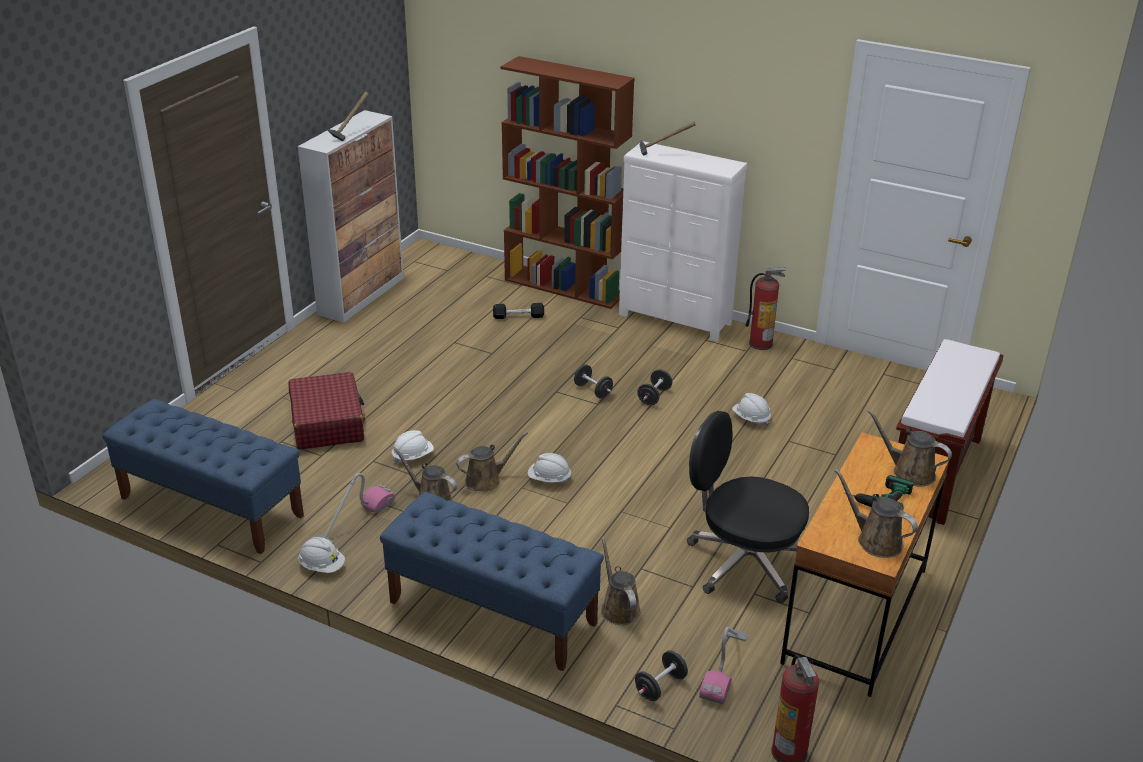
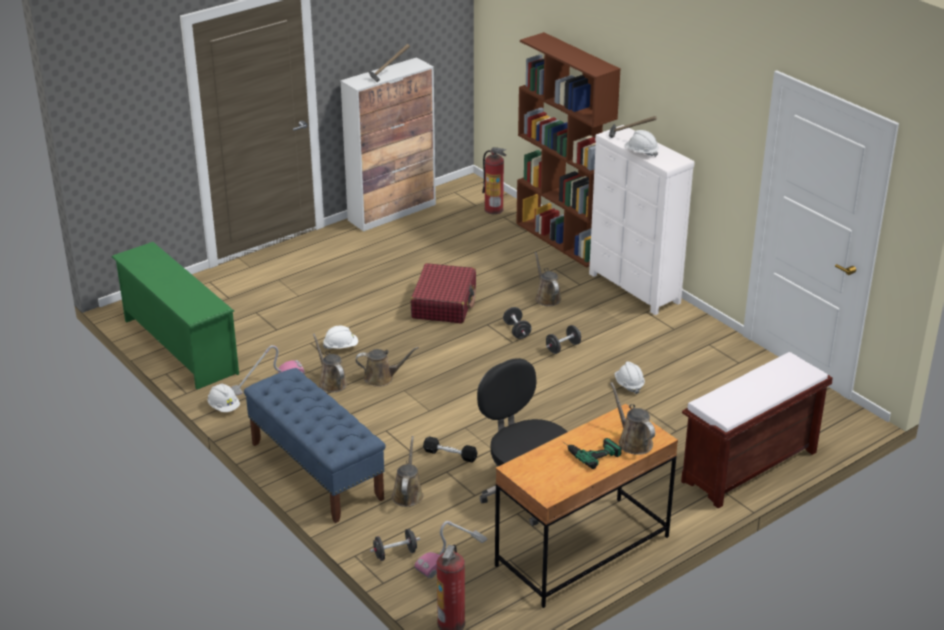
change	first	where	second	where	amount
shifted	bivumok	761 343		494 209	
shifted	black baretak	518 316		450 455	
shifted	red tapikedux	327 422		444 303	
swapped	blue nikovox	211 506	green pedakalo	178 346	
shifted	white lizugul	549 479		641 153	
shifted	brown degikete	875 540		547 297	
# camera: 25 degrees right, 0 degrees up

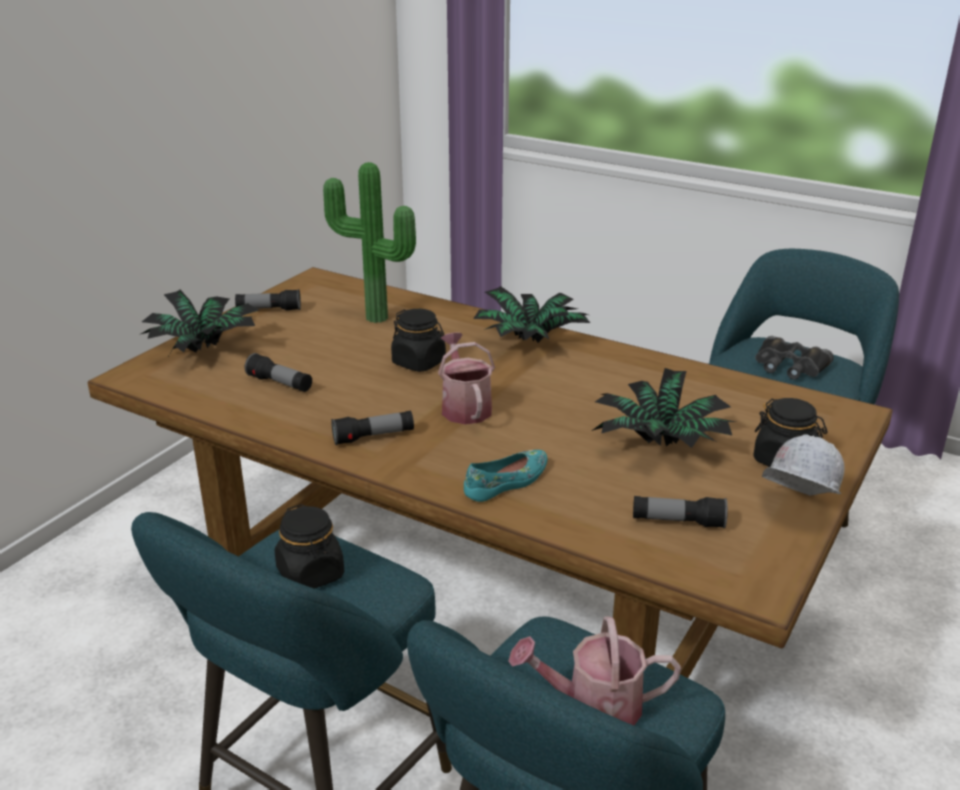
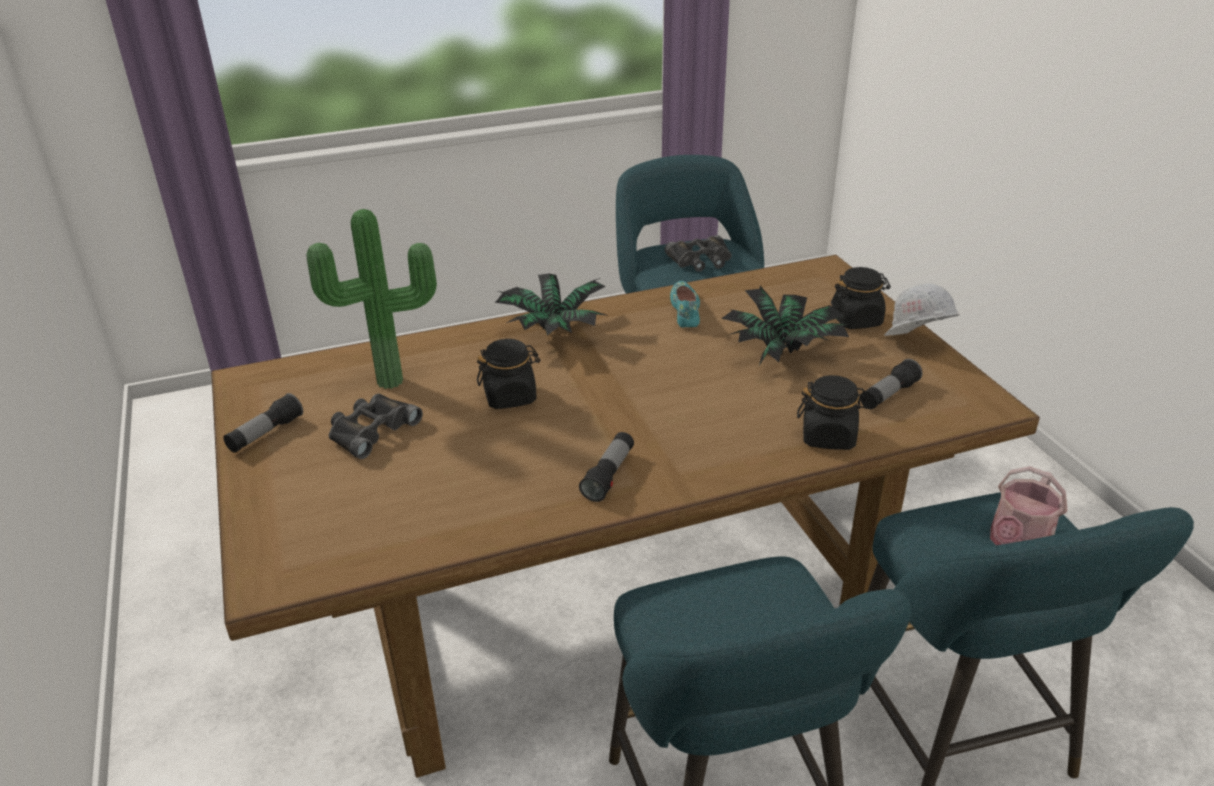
change	first	where	second	where	amount
gone	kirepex	205 349			
gone	degikete	464 407			
gone	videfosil	280 384			
shifted	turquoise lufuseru	507 482		686 310	
shifted	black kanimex	311 574		829 436	
new			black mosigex	371 430	
# camera: 50 degrees left, 5 degrees up

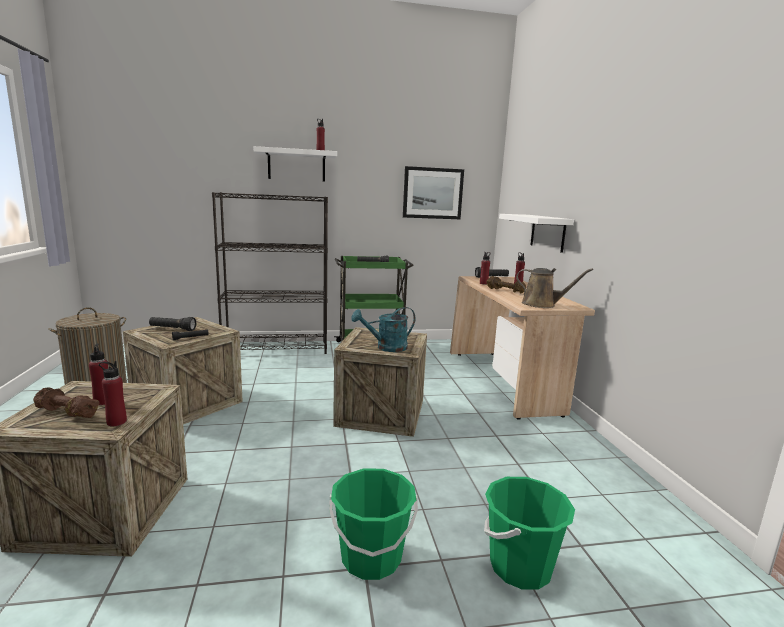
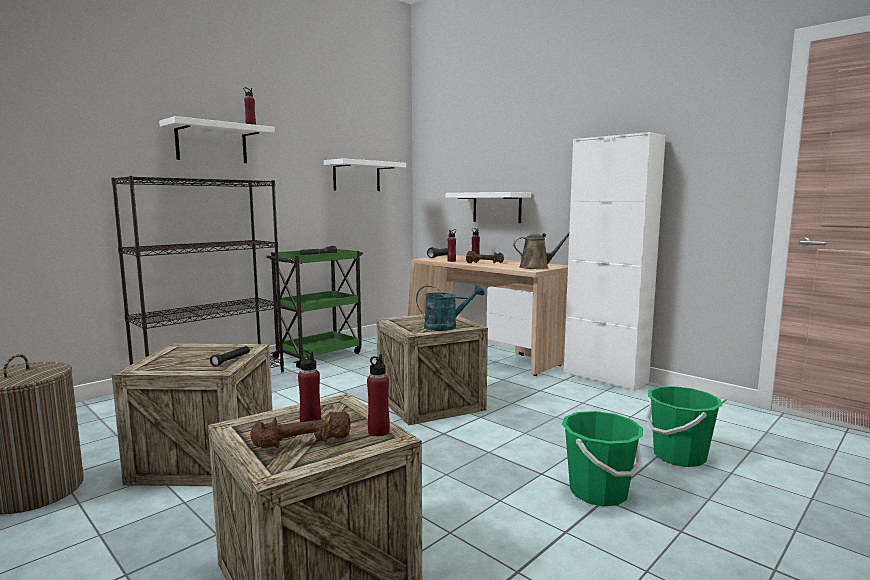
change	first	where	second	where	amount
swapped	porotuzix	432 193	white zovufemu	356 176	
rotated	turquoise degikete	386 348		446 326	135 degrees counterclockwise
gone	black videfosil	172 329			
new			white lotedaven	605 377	
# camera: 35 degrees left, 5 degrees down

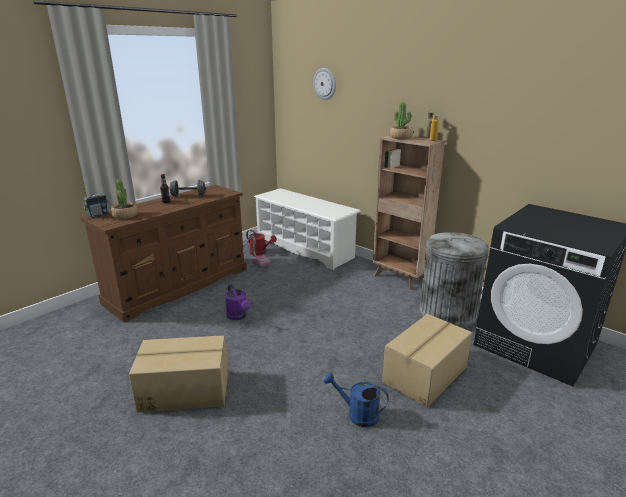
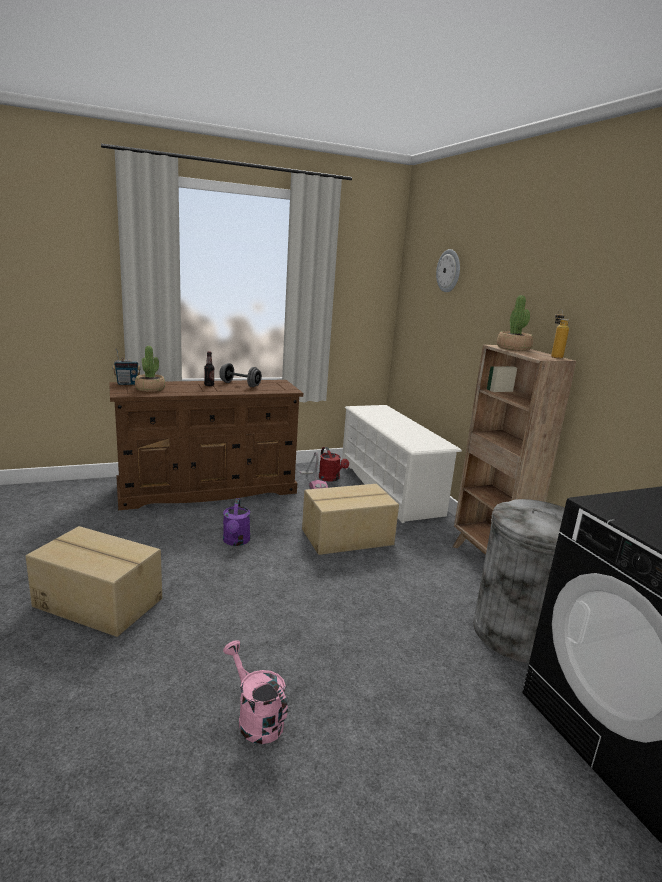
change	first	where	second	where	amount
shifted	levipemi	426 375		348 537	
repainted	blue degikete	357 414	pink degikete	255 718	
# camera: 25 degrees right, 5 degrees down

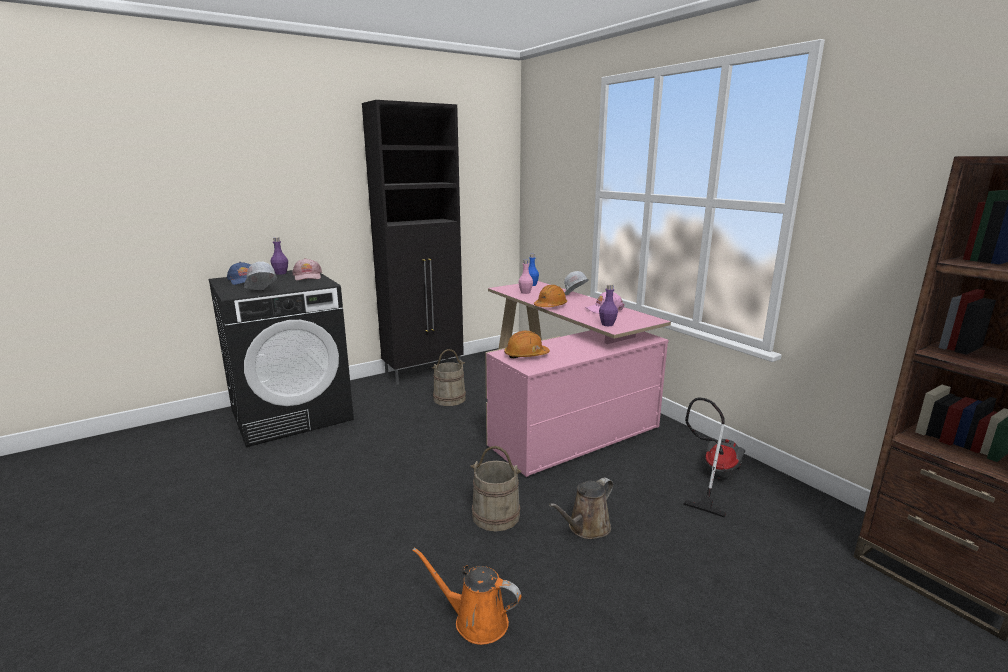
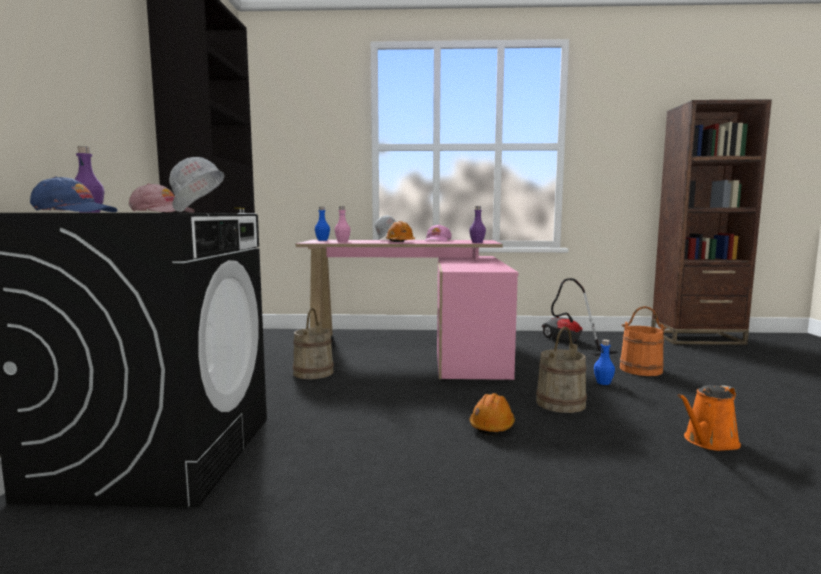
change	first	where	second	where	amount
shifted	orange lizugul	526 355		492 425	
swapped	brown degikete	586 528	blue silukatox	603 383	
new			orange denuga	640 369	
# camera: 55 degrees left, 10 degrees down

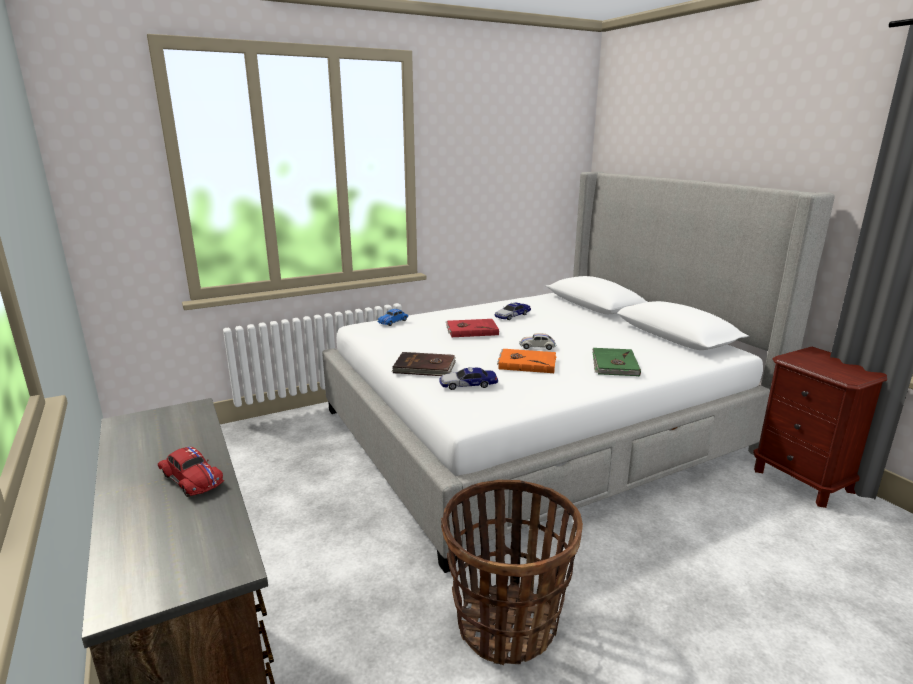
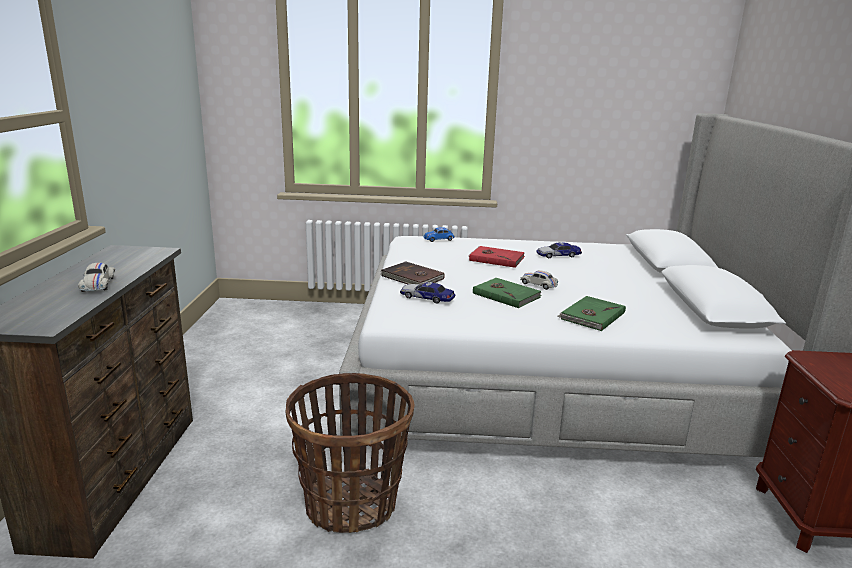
change	first	where	second	where	amount
repainted	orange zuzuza	527 363	green zuzuza	506 295	
repainted	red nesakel	192 479	white nesakel	98 285	
# camera: 30 degrees right, 0 degrees up

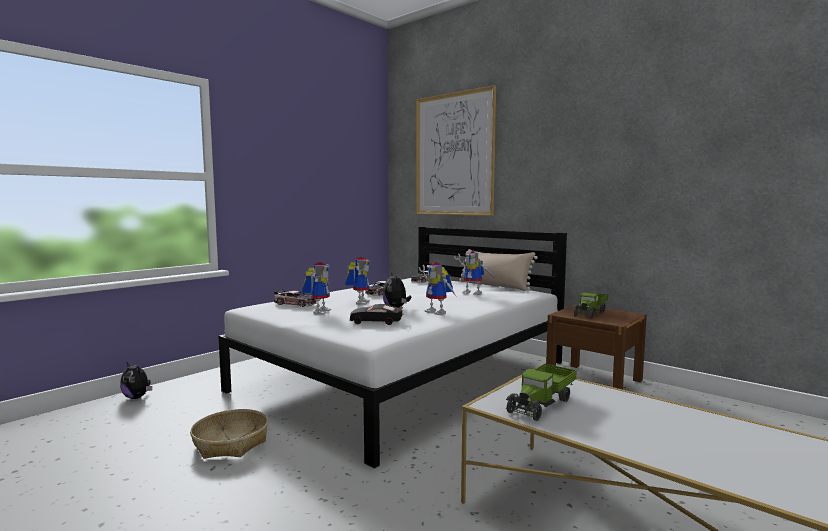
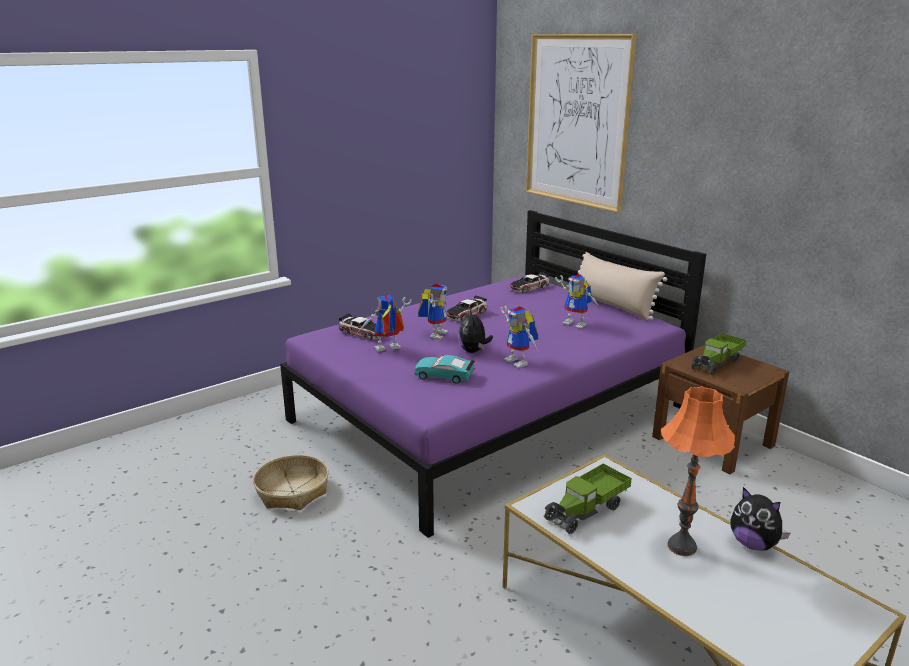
change	first	where	second	where	amount
repainted	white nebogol	405 376	purple nebogol	489 414	
rotated	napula	319 311		386 350	135 degrees counterclockwise
repainted	black nesakel	376 321	turquoise nesakel	444 375	
shifted	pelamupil	137 397		753 544	
new			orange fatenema	682 546	
# camera: 10 degrees right, 15 degrees up

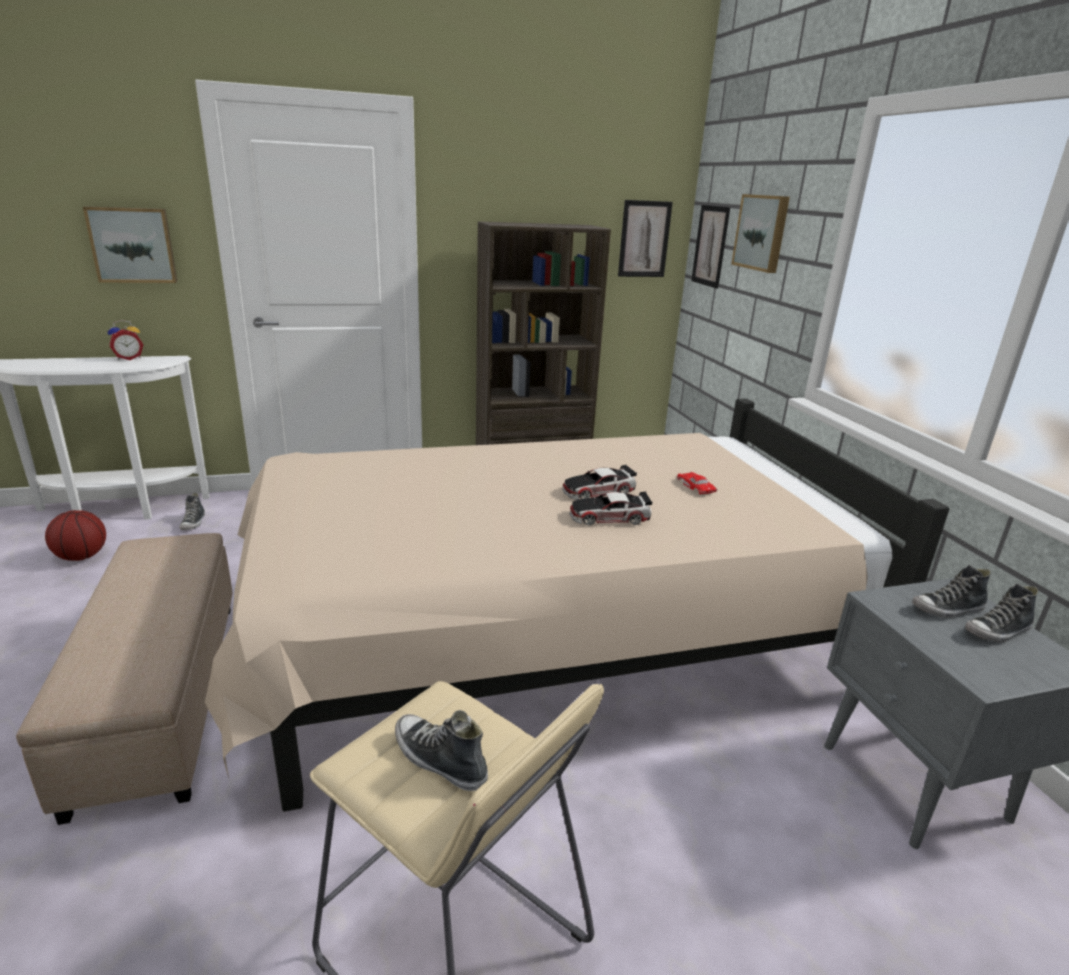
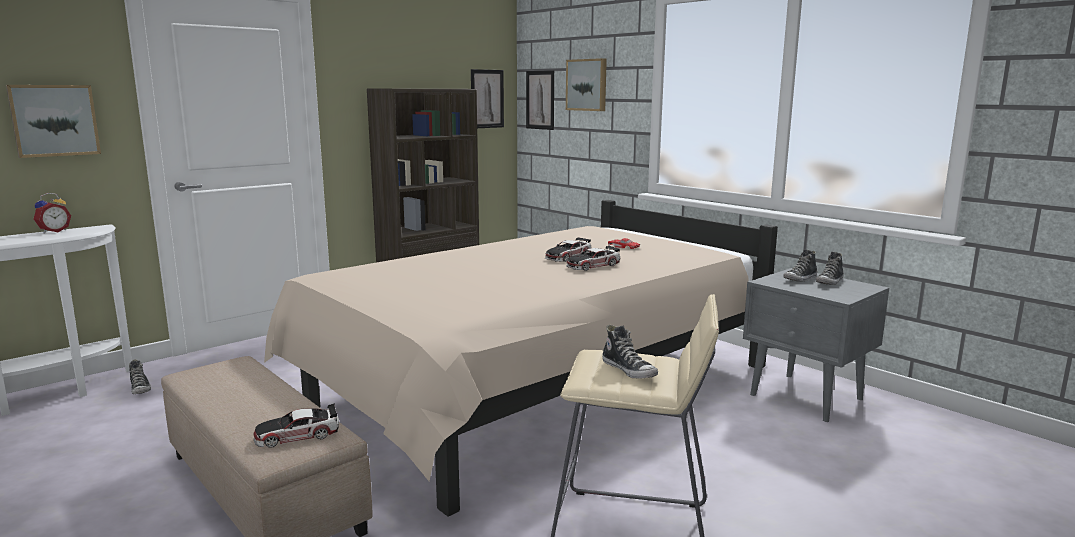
change	first	where	second	where	amount
gone	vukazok	81 557			
rotated	lufuseru	439 760		629 370	135 degrees counterclockwise
new			nesakel	297 435	
# camera: 25 degrees left, 10 degrees down

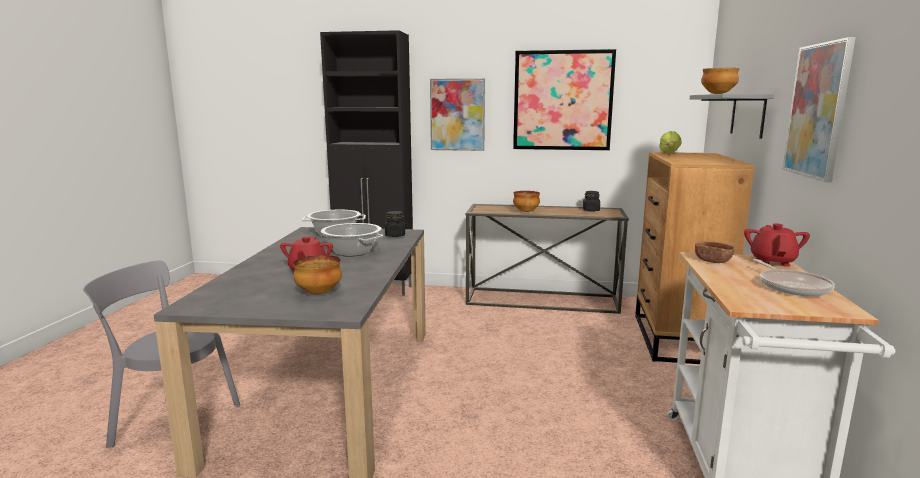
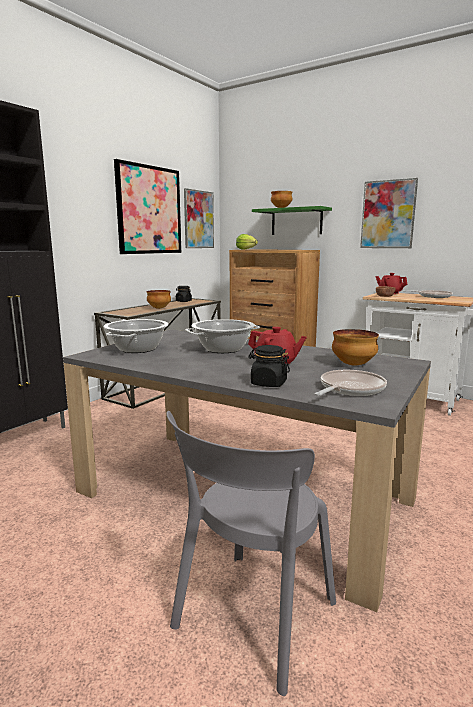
change	first	where	second	where	amount
shifted	porotuzix	457 114		198 219	
repainted	grey zovufemu	748 115	green zovufemu	296 221	
shifted	black kanimex	395 235		268 383	
new			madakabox	349 389	
# camera: 65 degrees left, 0 degrees up

